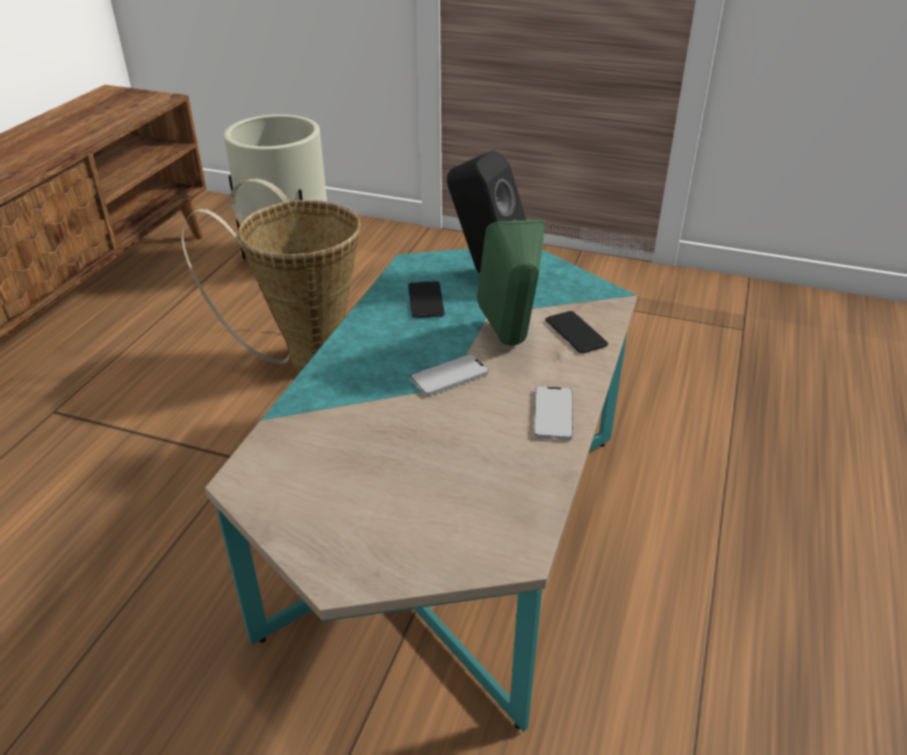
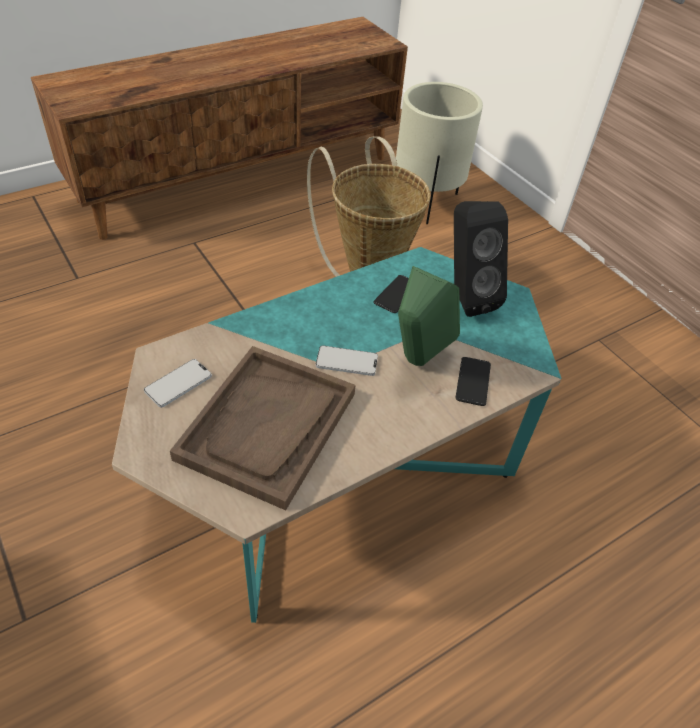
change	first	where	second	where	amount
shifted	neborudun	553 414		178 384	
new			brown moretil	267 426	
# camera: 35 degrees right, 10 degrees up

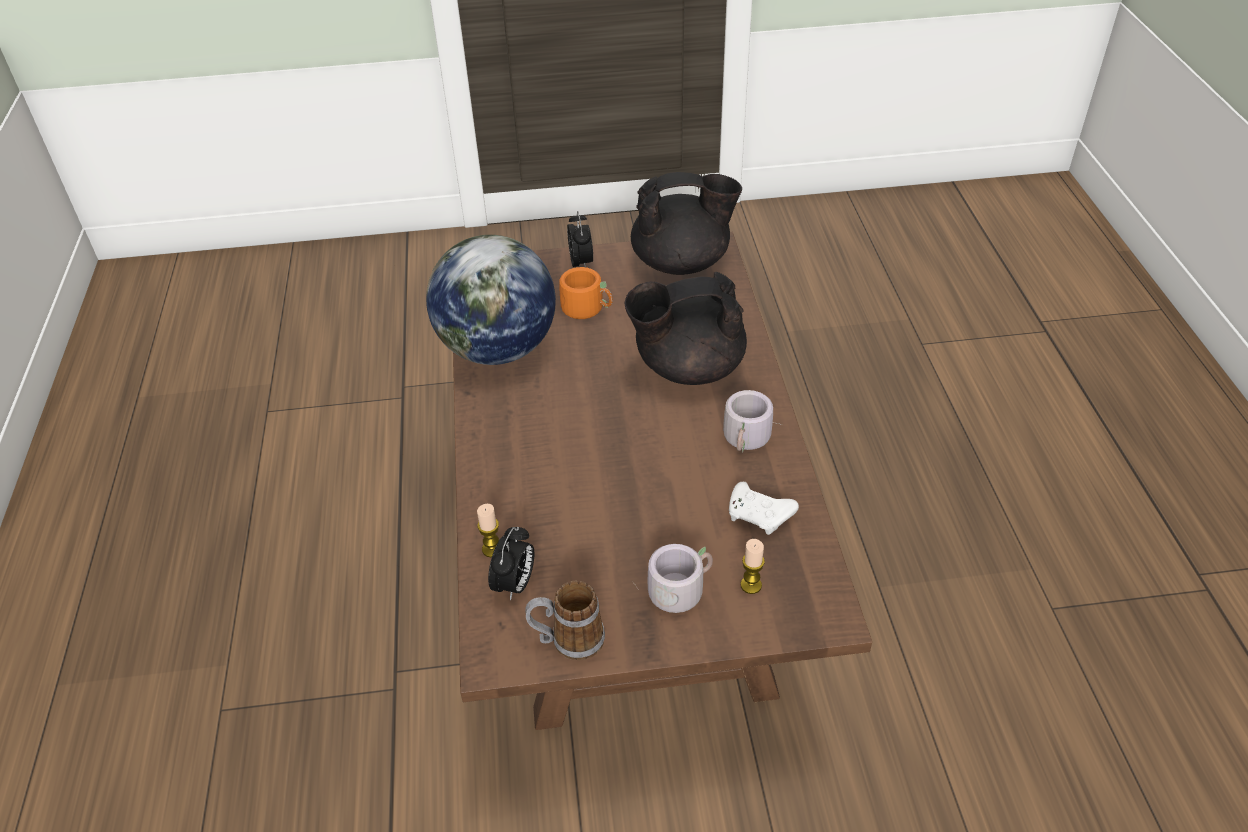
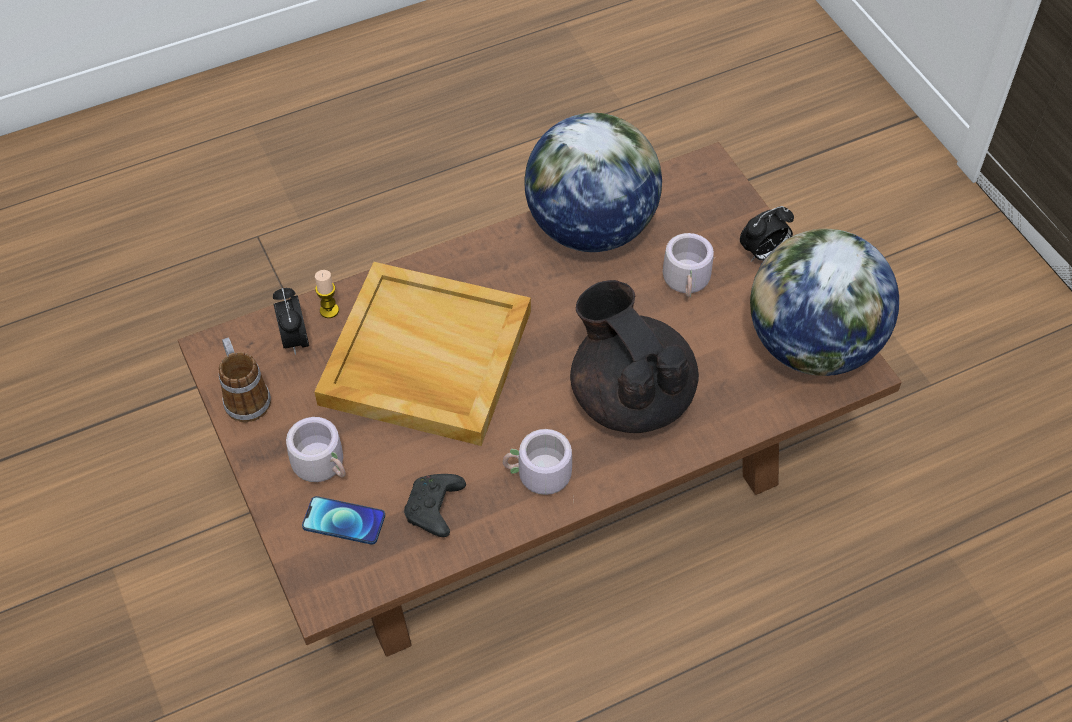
change	first	where	second	where	amount
swapped	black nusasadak	682 262	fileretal	812 346	
repainted	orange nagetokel	588 308	grey nagetokel	689 282	
repainted	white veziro	760 516	black veziro	435 510	
rotated	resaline	515 584		294 340	75 degrees clockwise
swapped	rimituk	751 585	neborudun	344 521	
new			beige moretil	424 358	
# camera: 70 degrees right, 10 degrees up

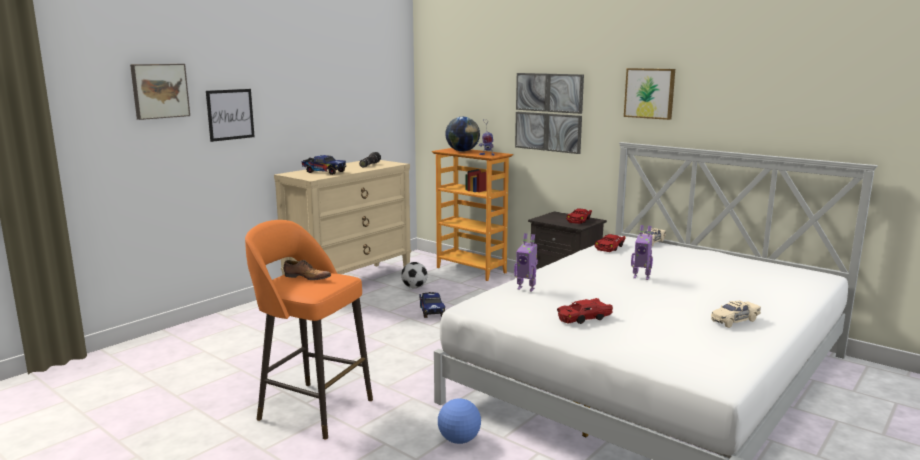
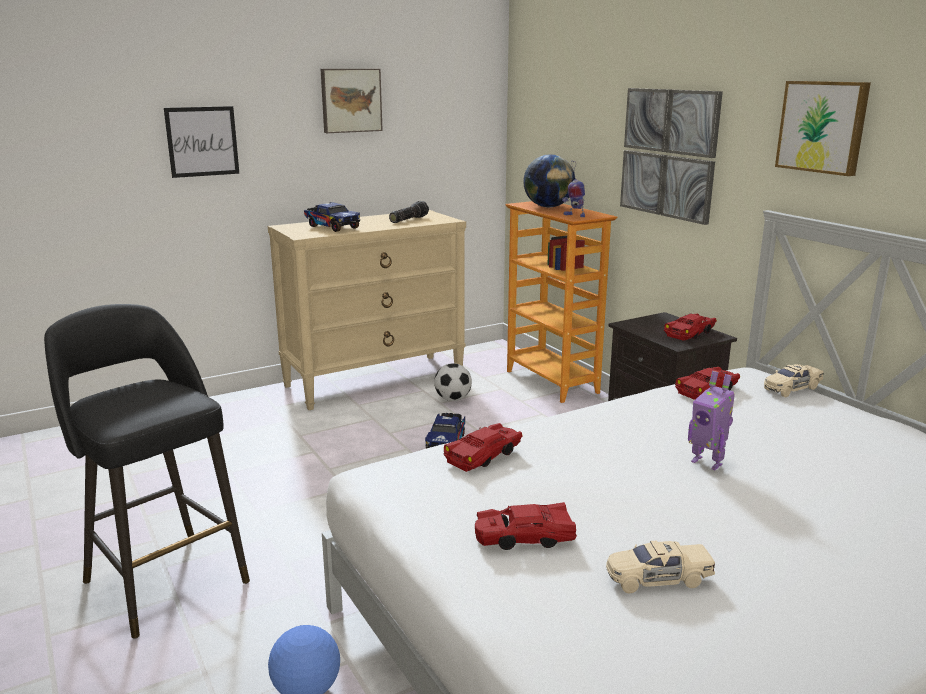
change	first	where	second	where	amount
shifted	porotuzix	159 91		350 100	
repainted	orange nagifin	313 409	black nagifin	164 579	
swapped	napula	526 288	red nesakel	484 455	
gone	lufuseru	306 278			
shifted	beige nesakel	734 321		657 579	
# camera: 20 degrees right, 5 degrees up

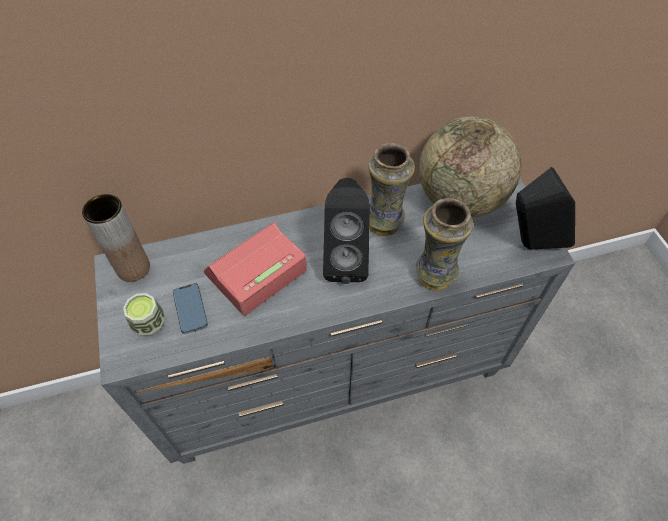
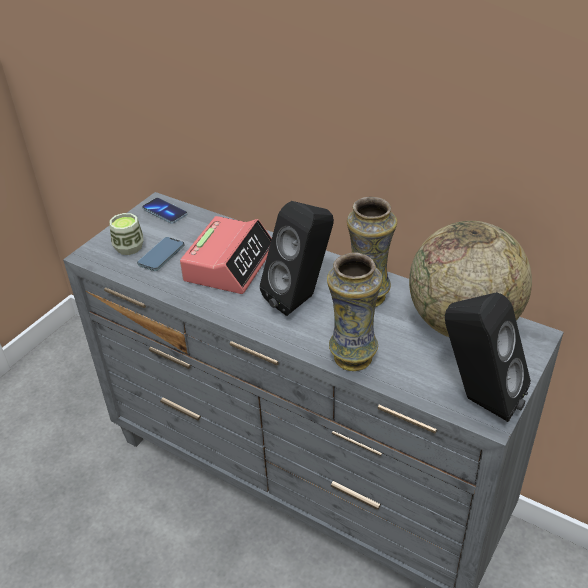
change	first	where	second	where	amount
swapped	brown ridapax	133 268	neborudun	164 212	
rotated	resaline	256 273		230 264	105 degrees clockwise
# camera: 50 degrees right, 15 degrees down

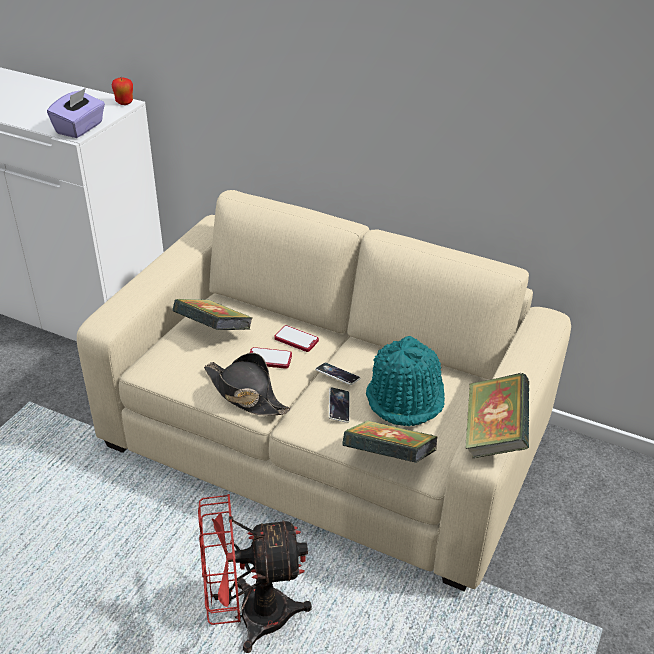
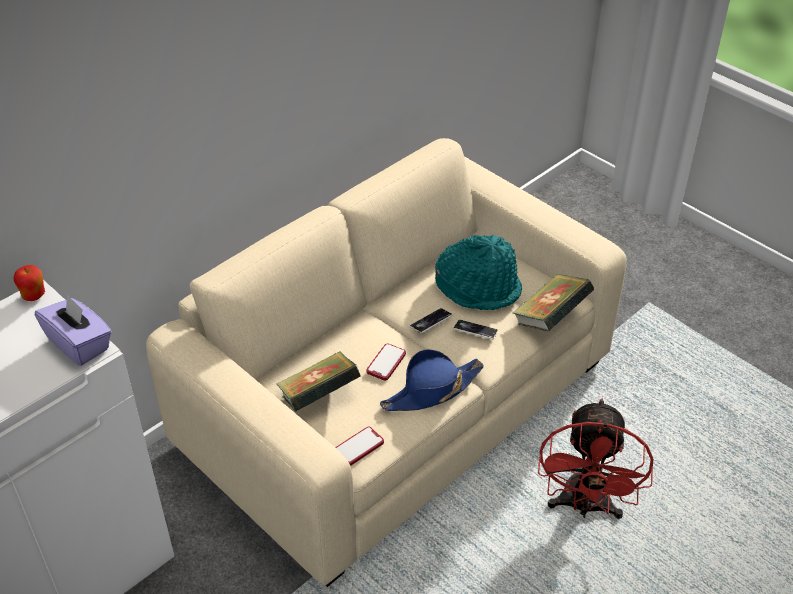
change	first	where	second	where	amount
shifted	neborudun	296 340		359 447	
repainted	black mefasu	245 394	blue mefasu	432 391	
gone	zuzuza	493 435			
# camera: 70 degrees left, 5 degrees up

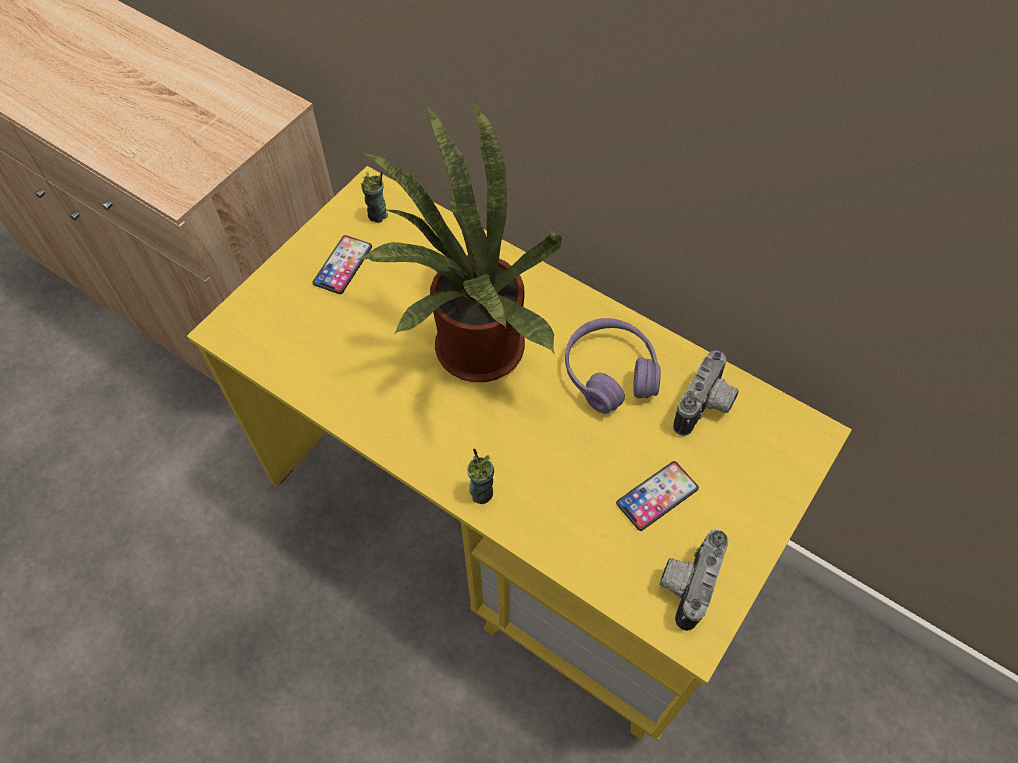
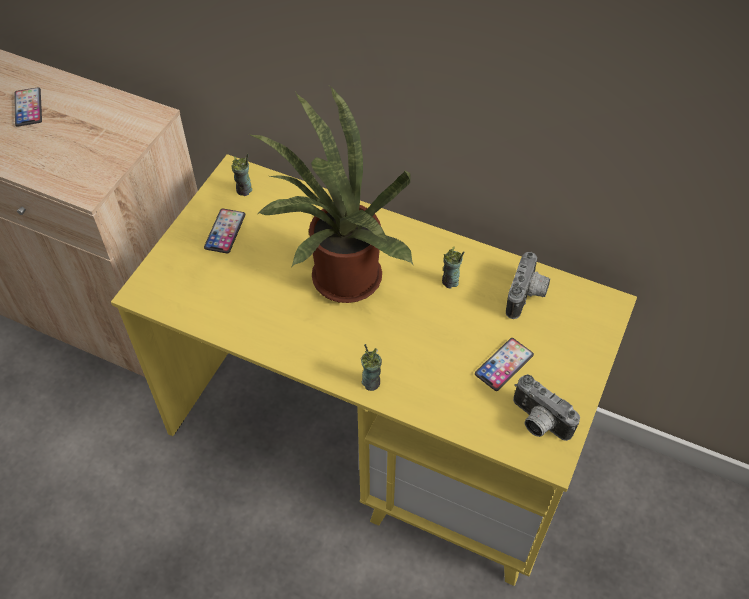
change	first	where	second	where	amount
swapped	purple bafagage	610 373	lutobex	450 282	
rotated	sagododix	685 583		537 422	60 degrees counterclockwise
new			neborudun	28 108	
# camera: 10 degrees left, 5 degrees down

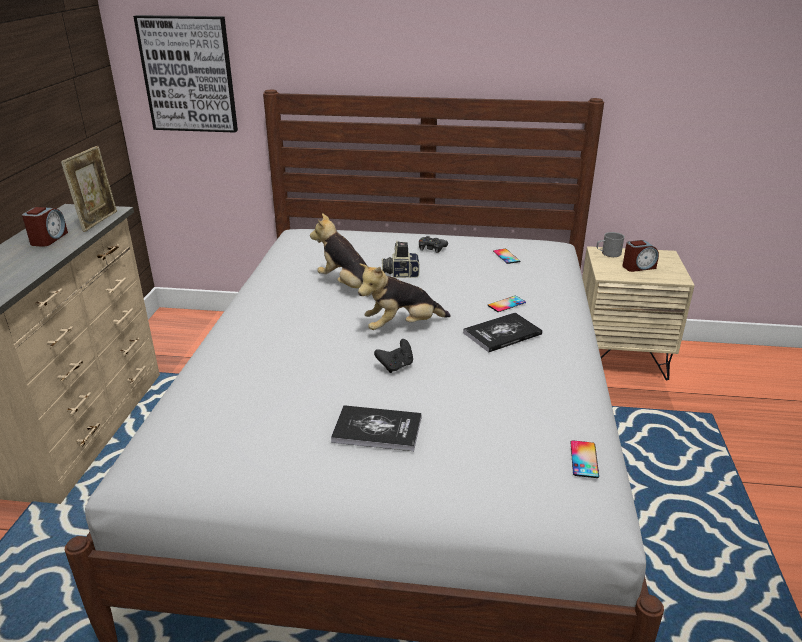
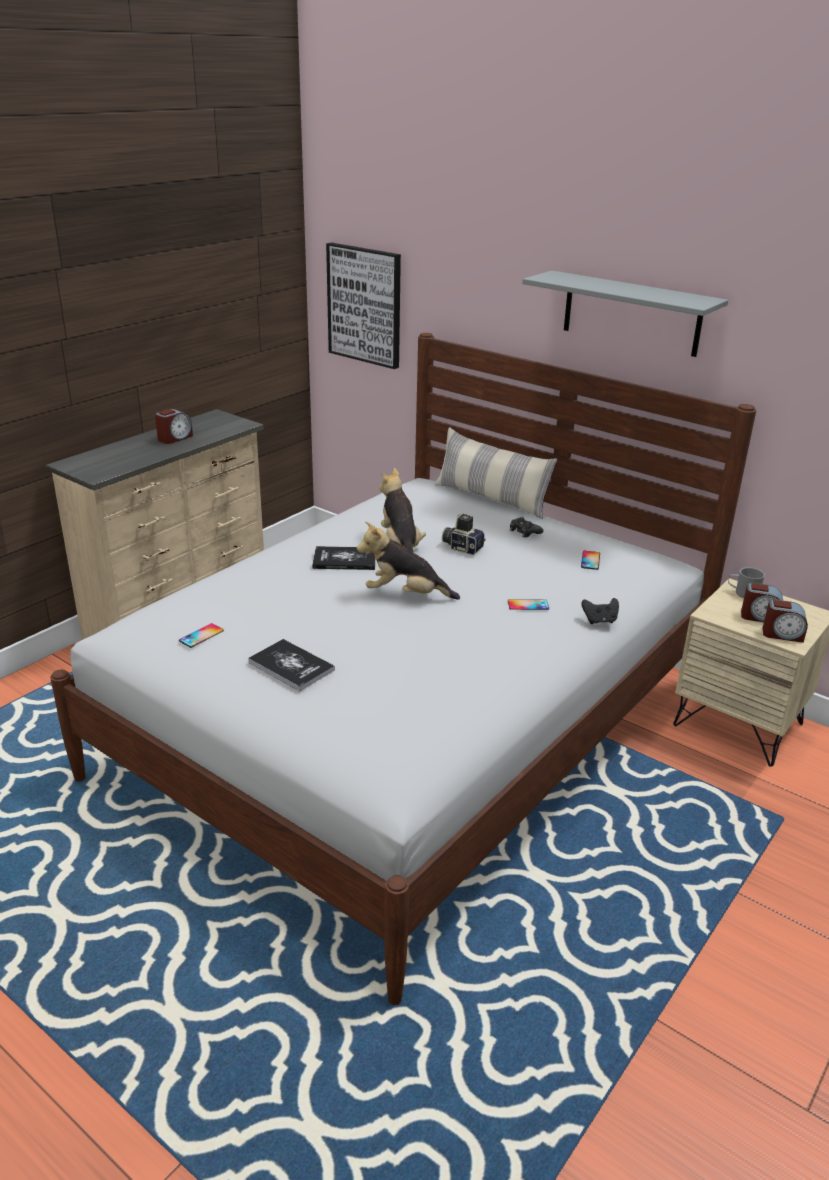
change	first	where	second	where	amount
gone	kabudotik	98 221			
shifted	zuzuza	502 333		344 560	
shifted	black veziro	396 366		599 621	
shifted	neborudun	584 459		201 636	
new			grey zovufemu	631 313	
new			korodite	491 499	
new			resaline	782 634	
# camera: 30 degrees right, 0 degrees up

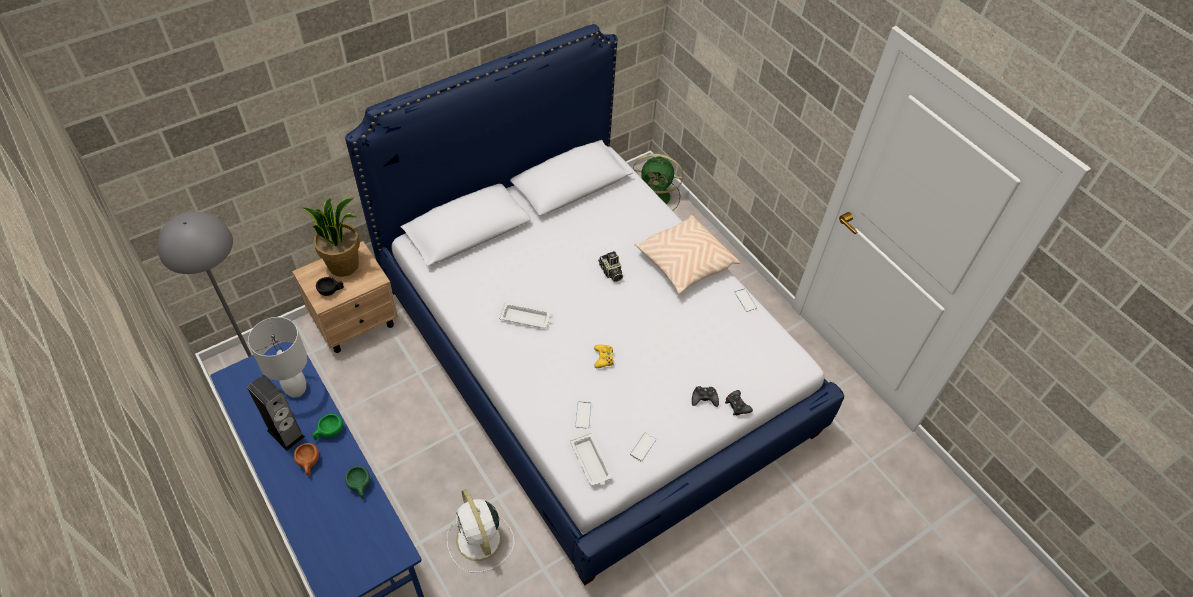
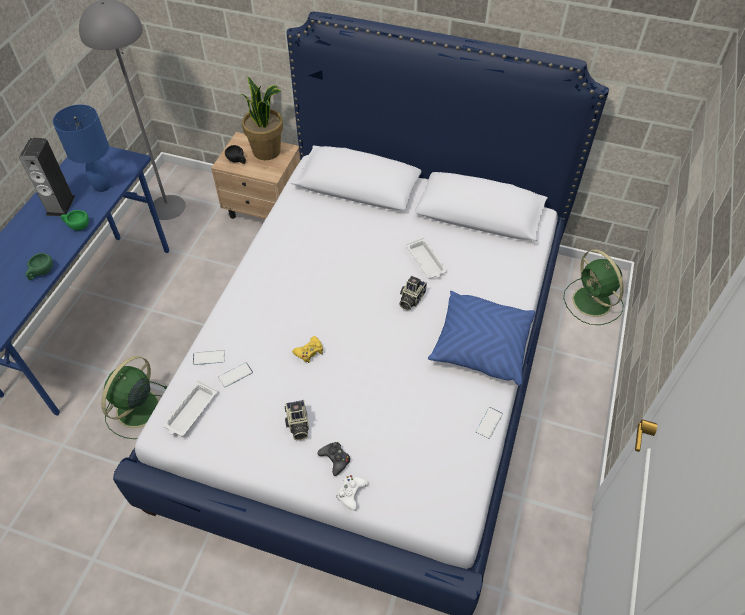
change	first	where	second	where	amount
repainted	beige korodite	684 263	blue korodite	481 346	
shifted	white moretil	526 318		426 261	
repainted	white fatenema	295 389	blue fatenema	102 185	
repainted	black veziro	737 405	white veziro	351 493	
shifted	neborudun	643 447		209 357	
gone	brown lutobex	309 464			
repainted	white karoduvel	479 541	green karoduvel	137 410	
new			sagododix	297 424	
# camera: 55 degrees right, 0 degrees up

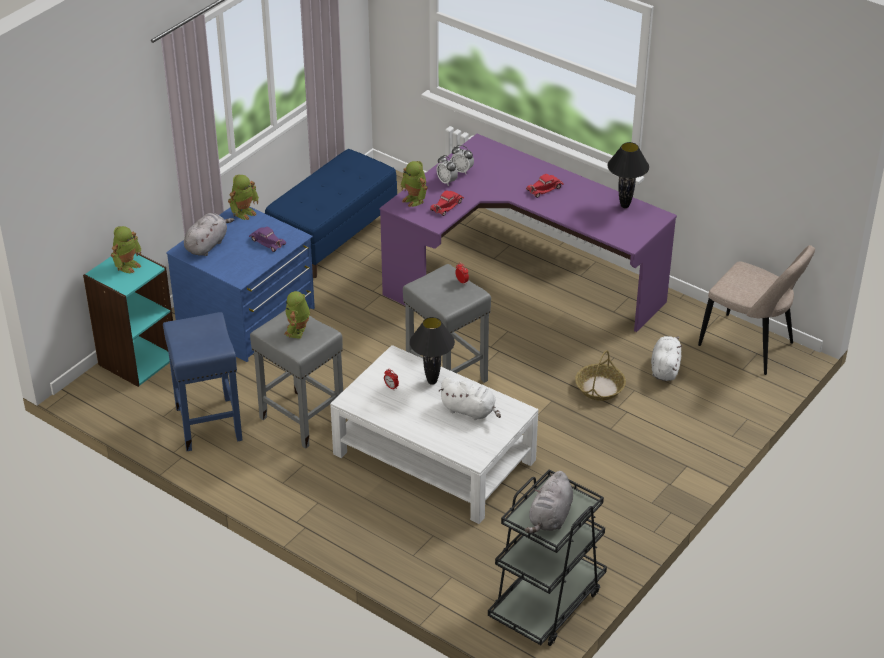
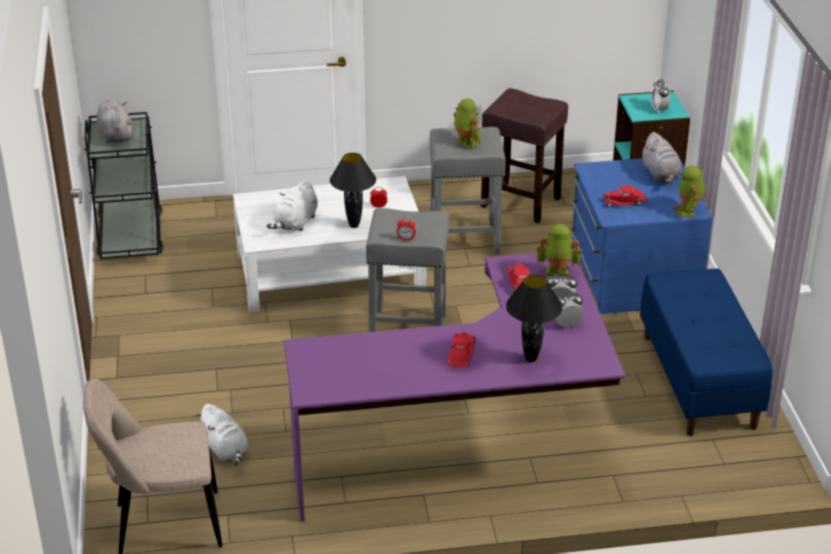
change	first	where	second	where	amount
shifted	black fatenema	624 205		531 359	
swapped	napula	127 265	resaline	659 109	
repainted	purple nesakel	267 242	red nesakel	624 202	
repainted	blue nagifin	208 423	brown nagifin	522 202	
gone	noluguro	599 387			
rotated	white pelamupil	470 411		295 223	45 degrees counterclockwise
# camera: 135 degrees right, 5 degrees down

